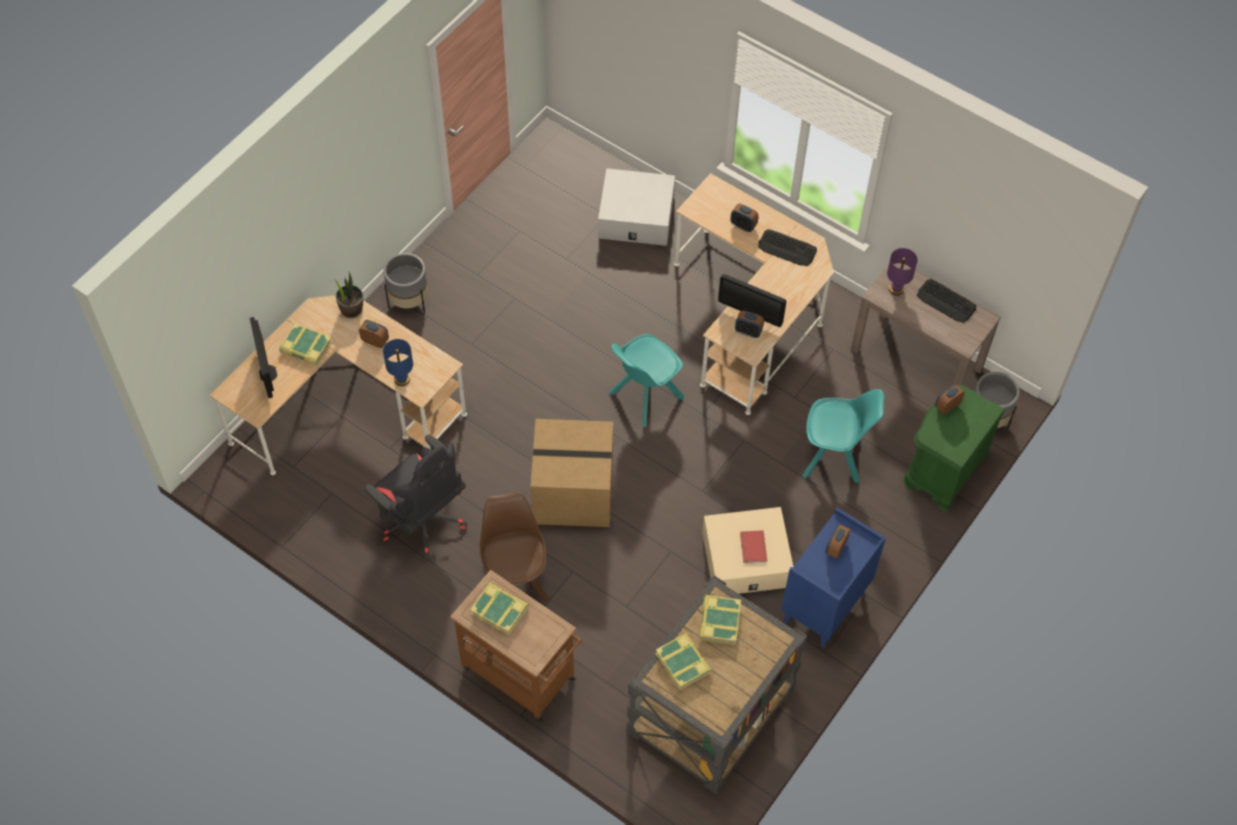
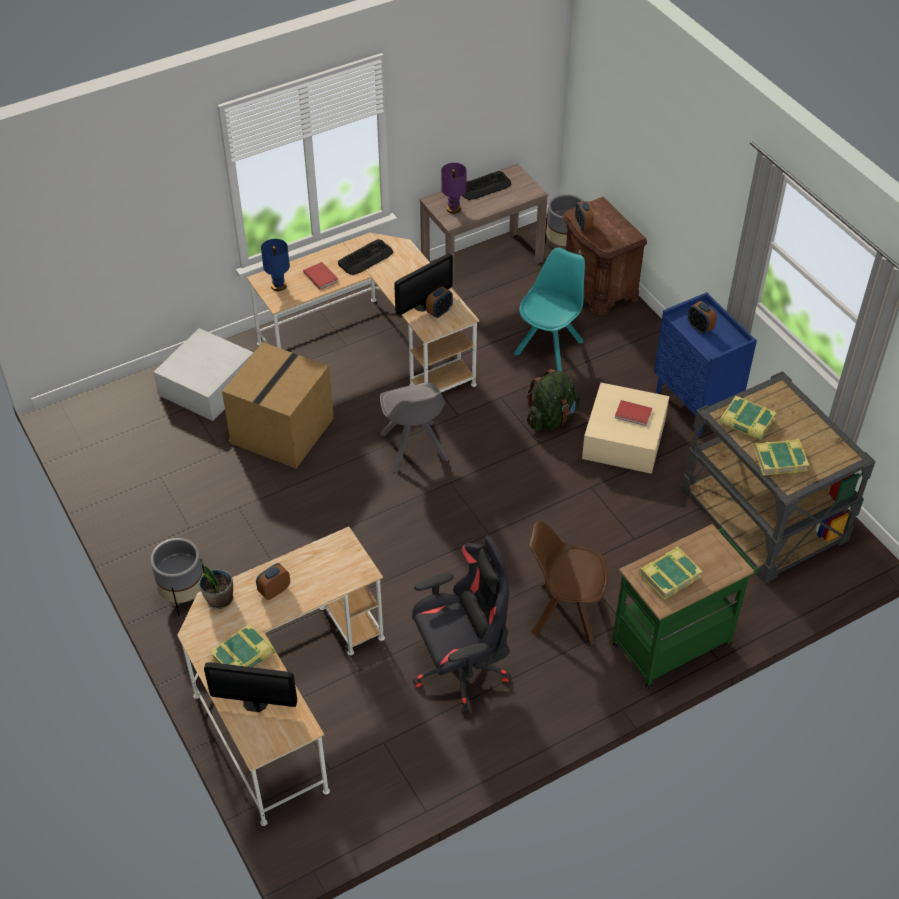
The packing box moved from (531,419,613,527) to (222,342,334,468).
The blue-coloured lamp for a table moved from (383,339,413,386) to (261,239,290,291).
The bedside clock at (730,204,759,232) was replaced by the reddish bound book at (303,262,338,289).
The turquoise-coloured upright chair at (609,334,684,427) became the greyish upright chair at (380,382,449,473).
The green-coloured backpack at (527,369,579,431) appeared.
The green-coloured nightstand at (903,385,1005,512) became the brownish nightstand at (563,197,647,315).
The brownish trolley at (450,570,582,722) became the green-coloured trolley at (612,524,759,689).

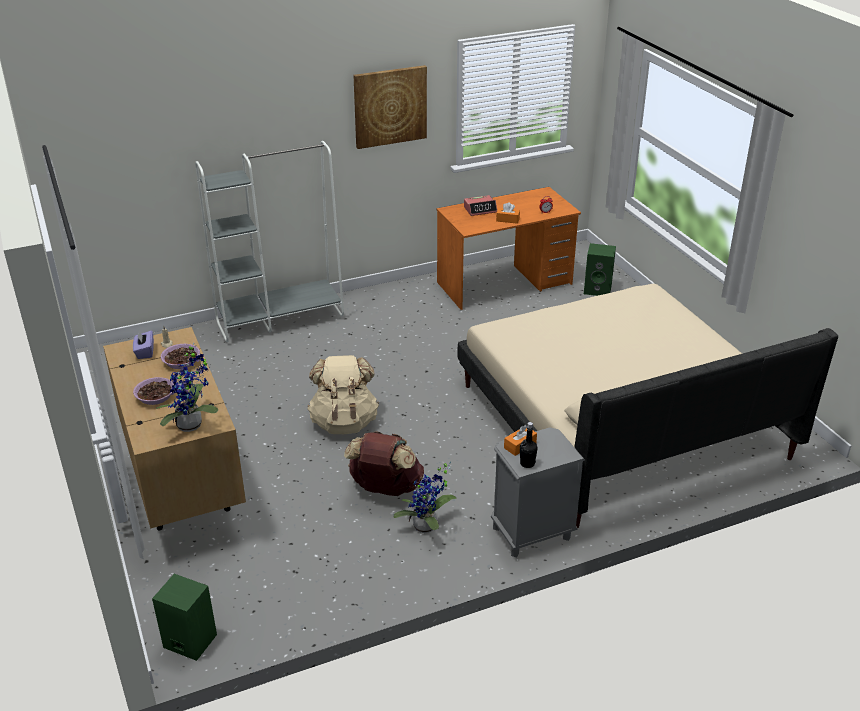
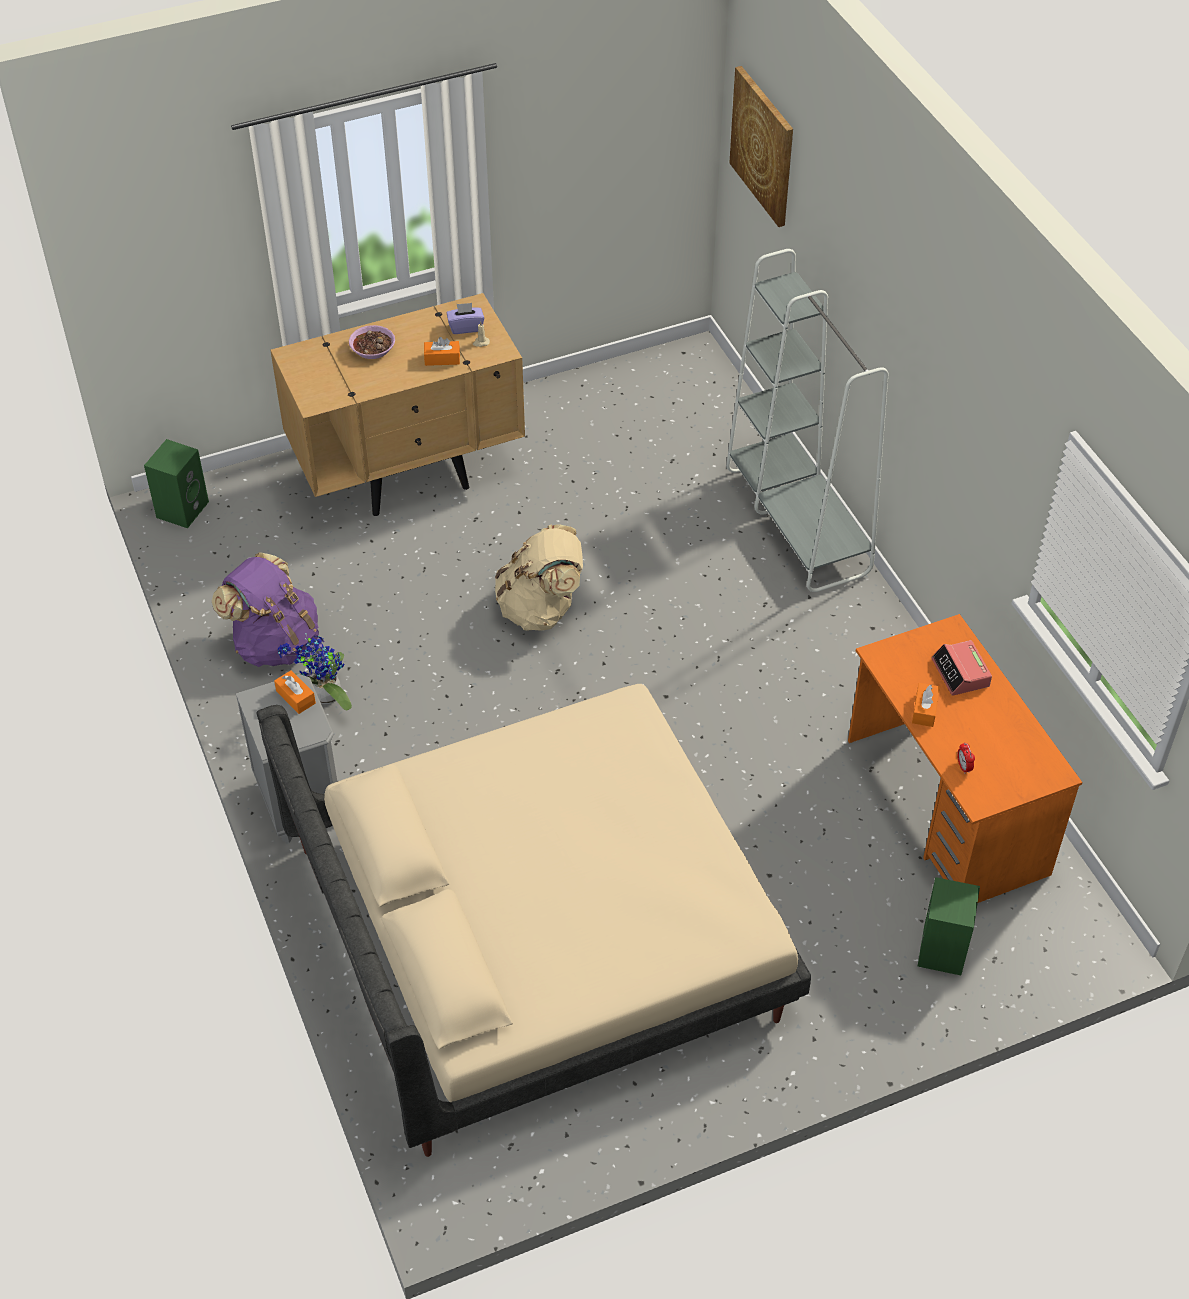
The purplish backpack at (212,552,319,667) appeared.
The serving bowl at (161,344,200,369) was replaced by the orange tissue box at (424,337,460,366).
The wall picture moved from (353,65,427,149) to (729,66,793,227).
The potted plant at (156,343,218,432) disappeared.
The brownish backpack at (344,431,424,496) disappeared.
The blackish beverage bottle at (520,422,538,468) disappeared.

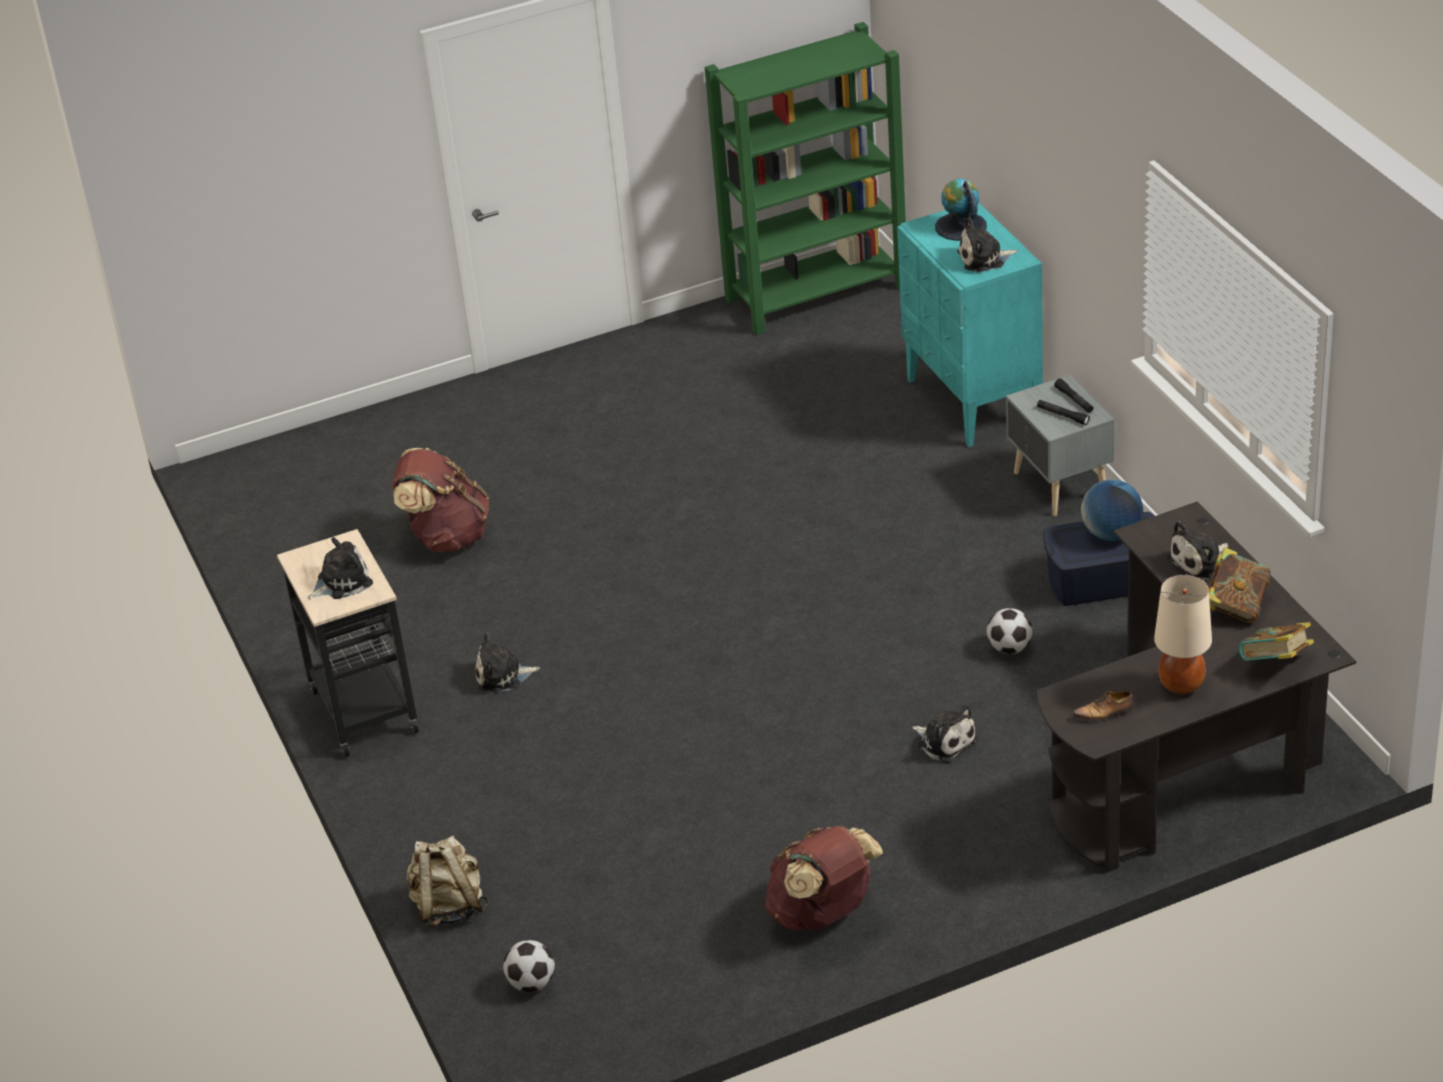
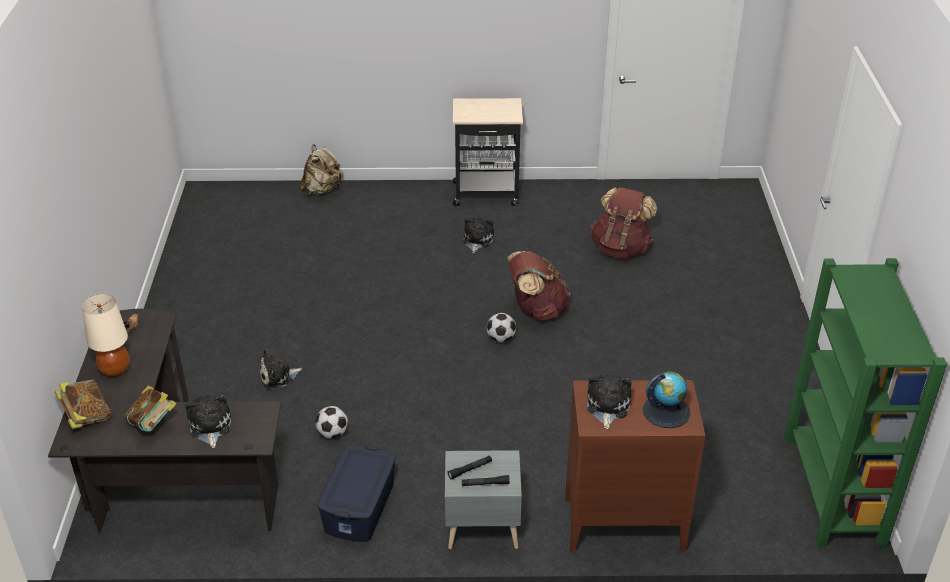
The football ball moved from (503,940,555,992) to (487,313,516,343).
The brownish backpack moved from (765,826,883,931) to (507,251,571,320).
The turquoise-coloured drawer chest at (897,202,1043,447) became the brownish drawer chest at (565,380,706,553).
The plush toy at (307,537,373,600) disappeared.
The world globe at (1081,479,1143,541) disappeared.

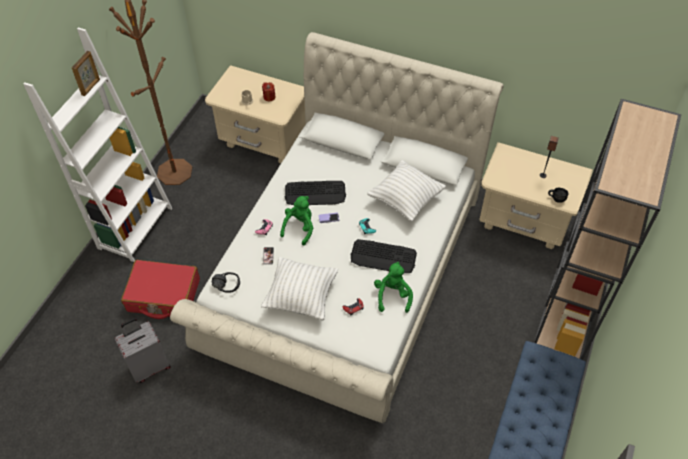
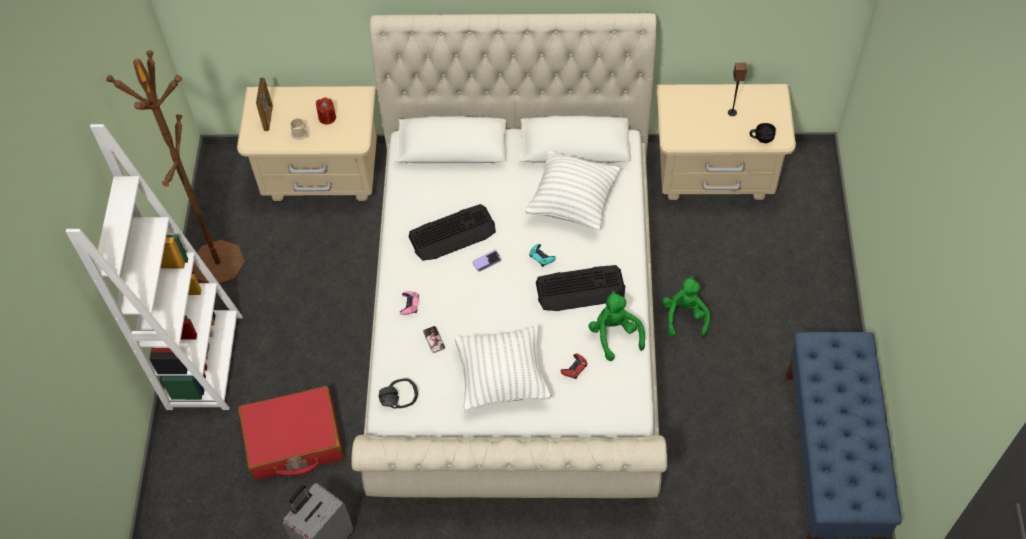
The picture frame moved from (72,51,100,96) to (256,77,273,131).
The green-coloured plush toy moved from (280,196,313,246) to (662,276,710,338).
The bookcase at (534,99,681,360) disappeared.

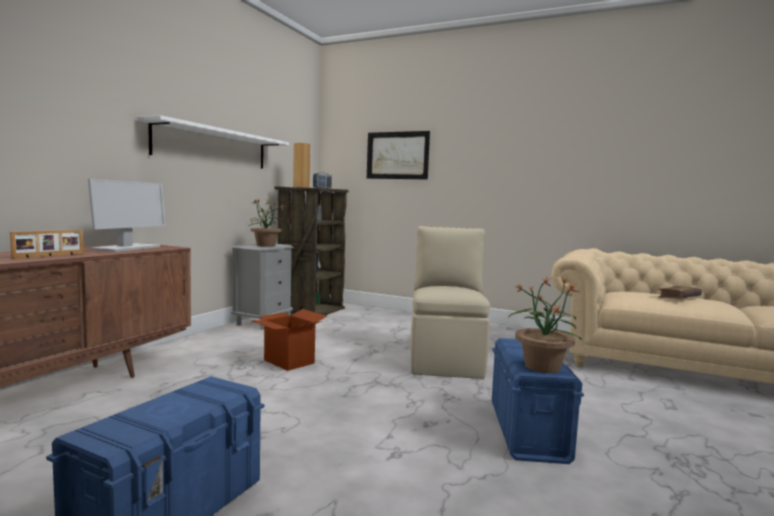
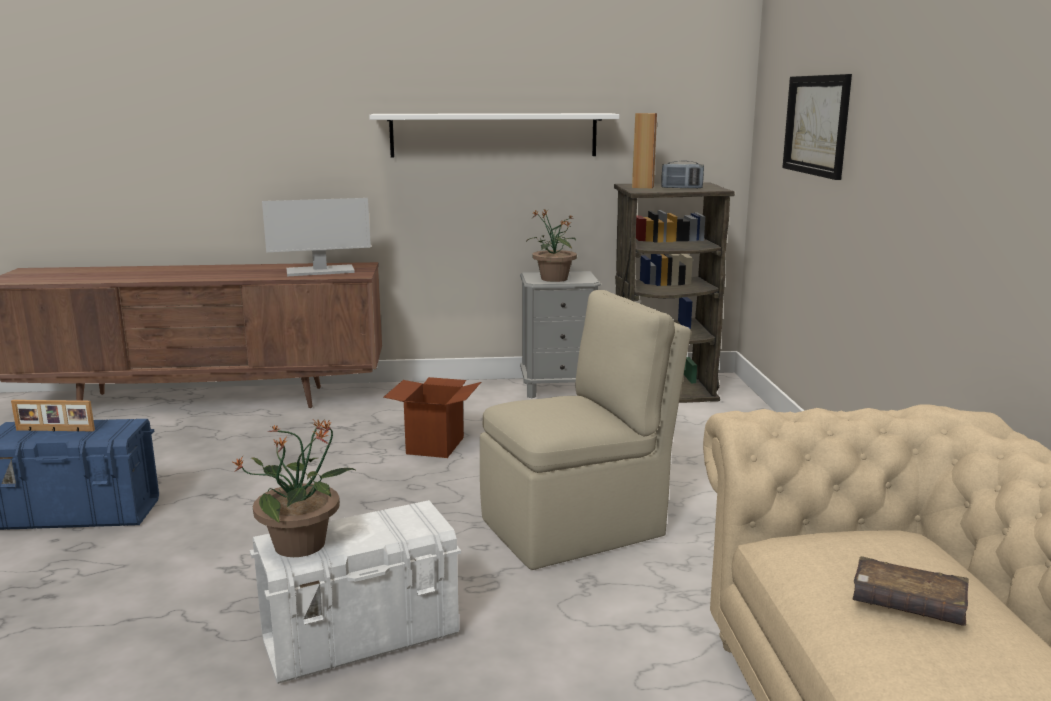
The picture frame moved from (10,230,84,259) to (11,400,95,432).
The blue-coloured storage box at (492,338,584,464) became the whitish storage box at (250,500,461,684).

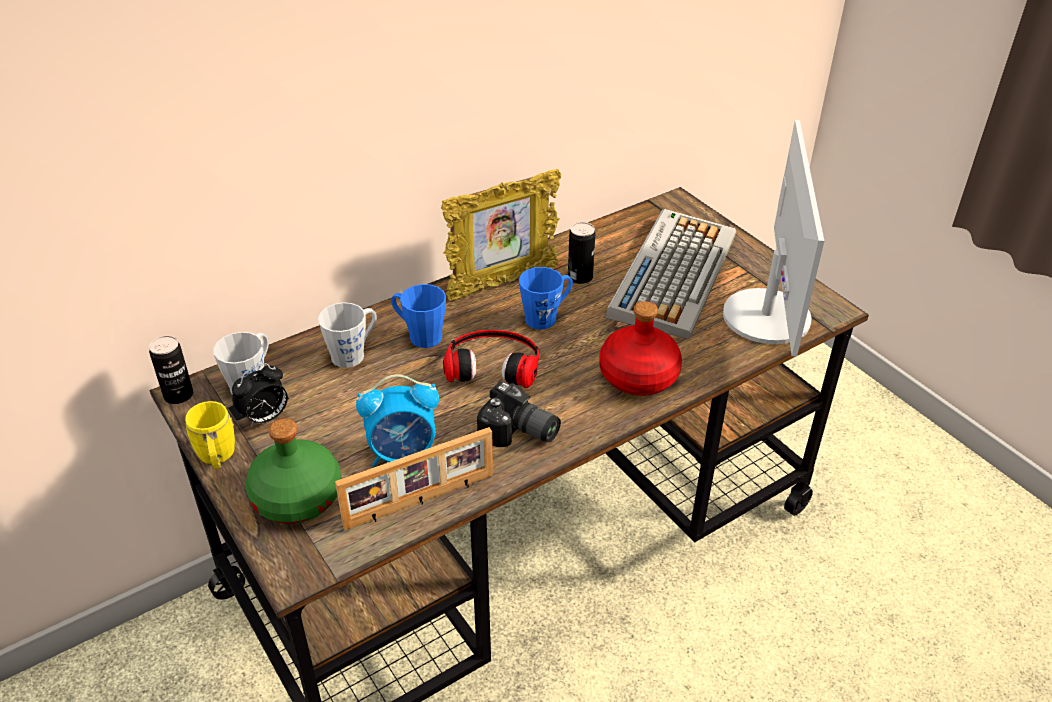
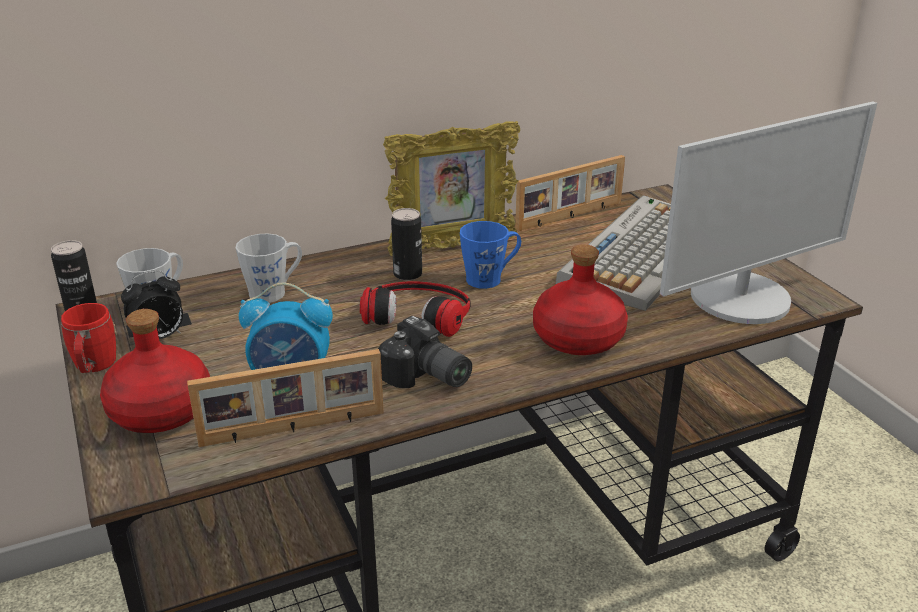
The yellowish coffee mug at (185,401,235,470) became the reddish coffee mug at (61,303,117,373).
The green-coloured beverage bottle at (245,419,341,524) became the reddish beverage bottle at (100,309,210,433).
The sealed can moved from (568,222,595,284) to (391,208,422,281).
The picture frame at (515,155,625,231) appeared.
The computer screen at (723,120,824,357) turned 45 degrees clockwise.
The blue-coloured coffee mug at (391,284,446,348) disappeared.

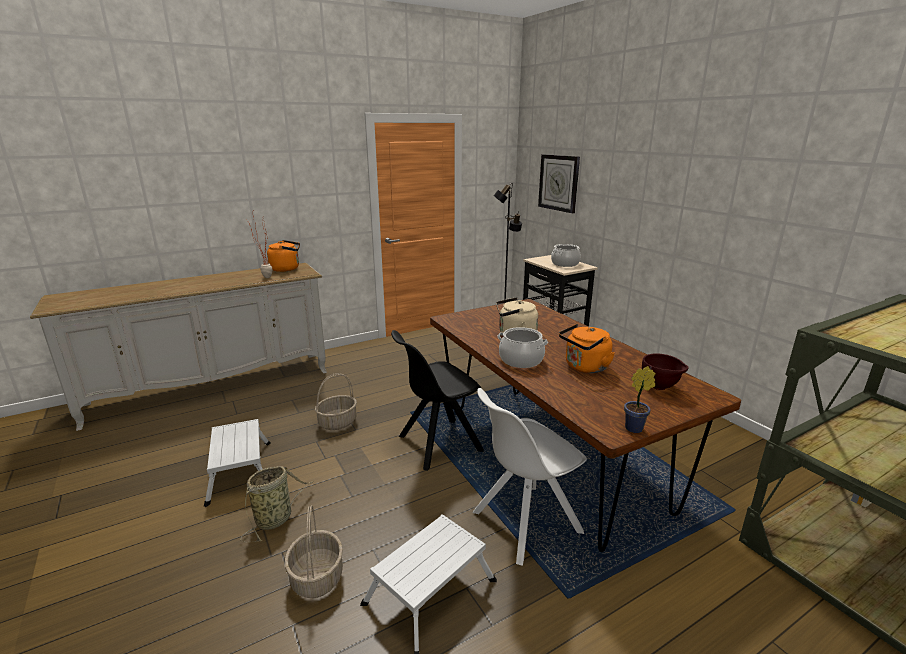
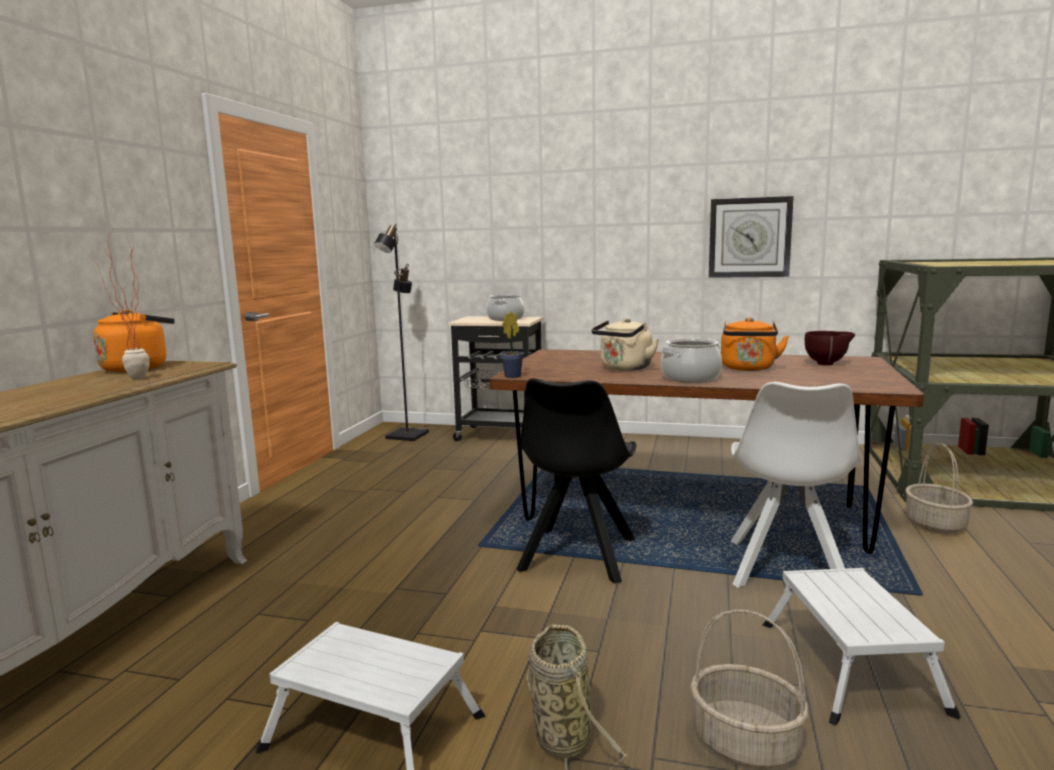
The potted plant moved from (624,366,655,433) to (500,311,524,378).
The wall clock moved from (538,154,580,213) to (709,196,794,278).
The household basket moved from (315,373,357,430) to (905,443,973,534).

